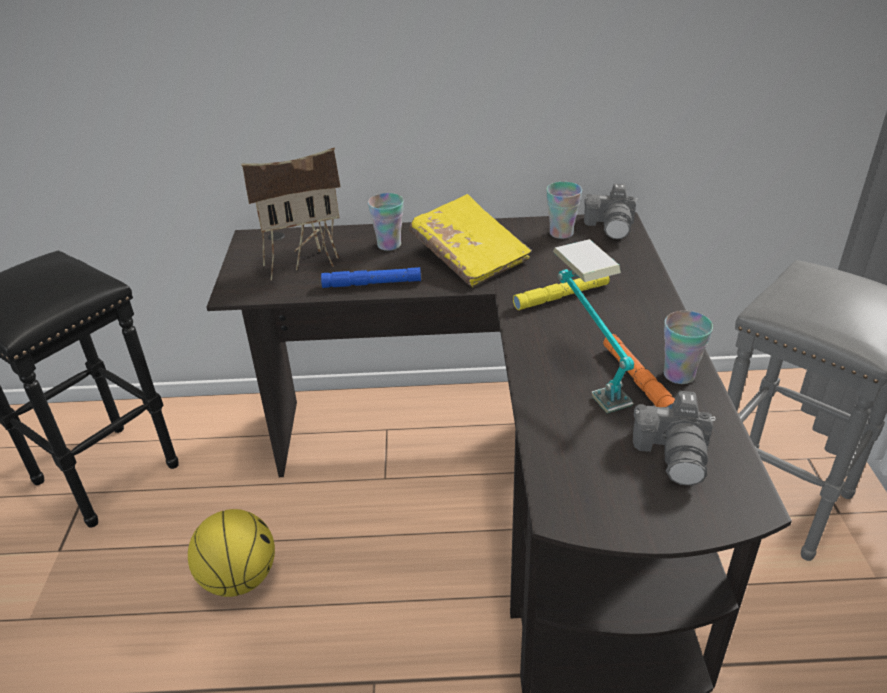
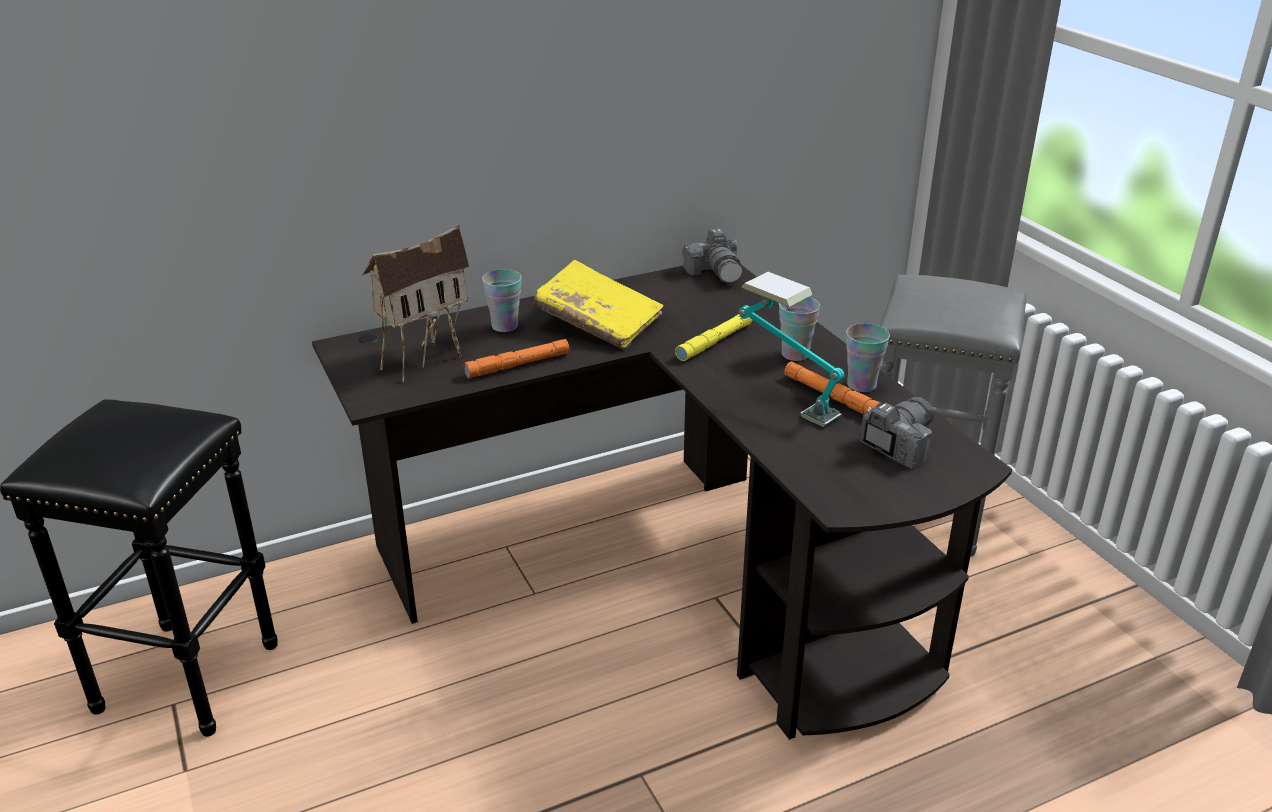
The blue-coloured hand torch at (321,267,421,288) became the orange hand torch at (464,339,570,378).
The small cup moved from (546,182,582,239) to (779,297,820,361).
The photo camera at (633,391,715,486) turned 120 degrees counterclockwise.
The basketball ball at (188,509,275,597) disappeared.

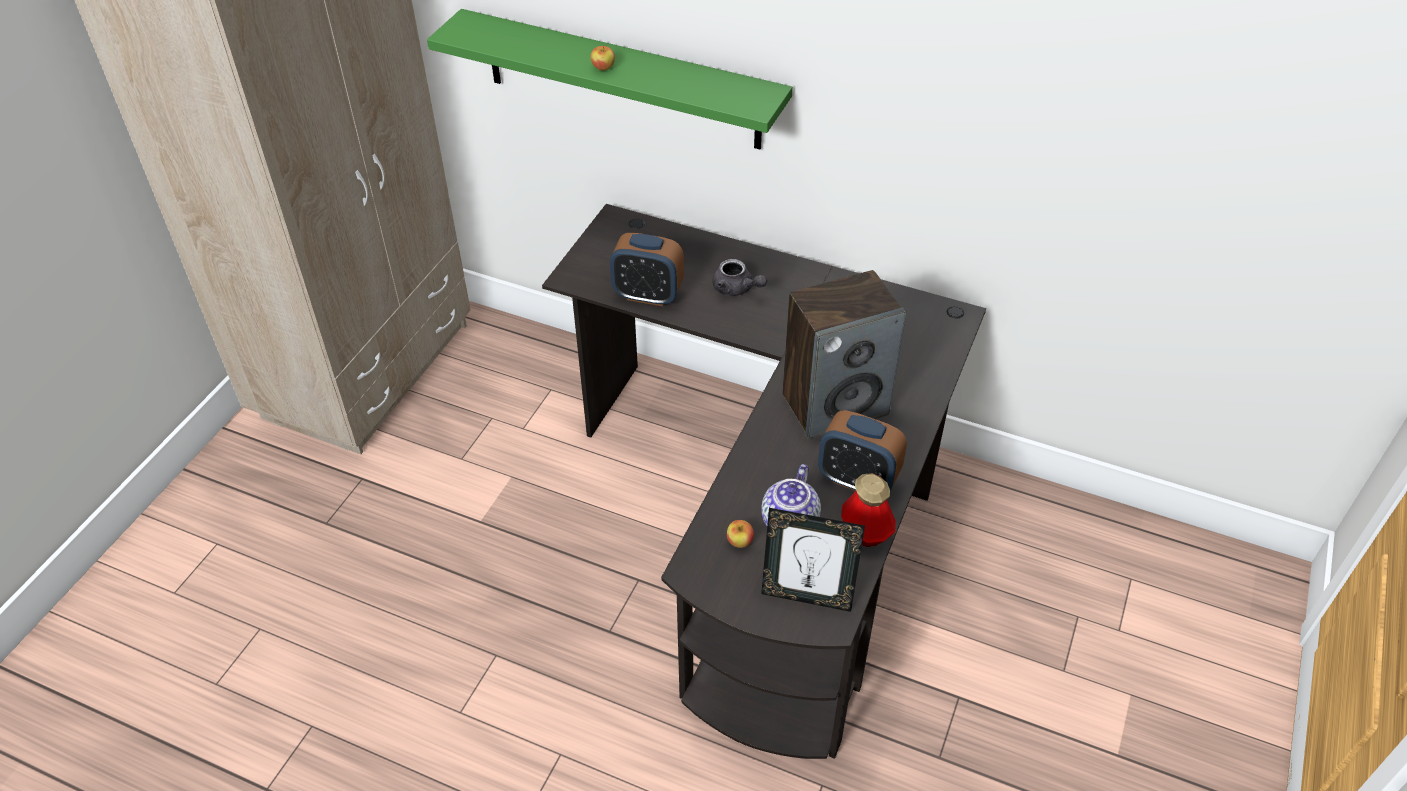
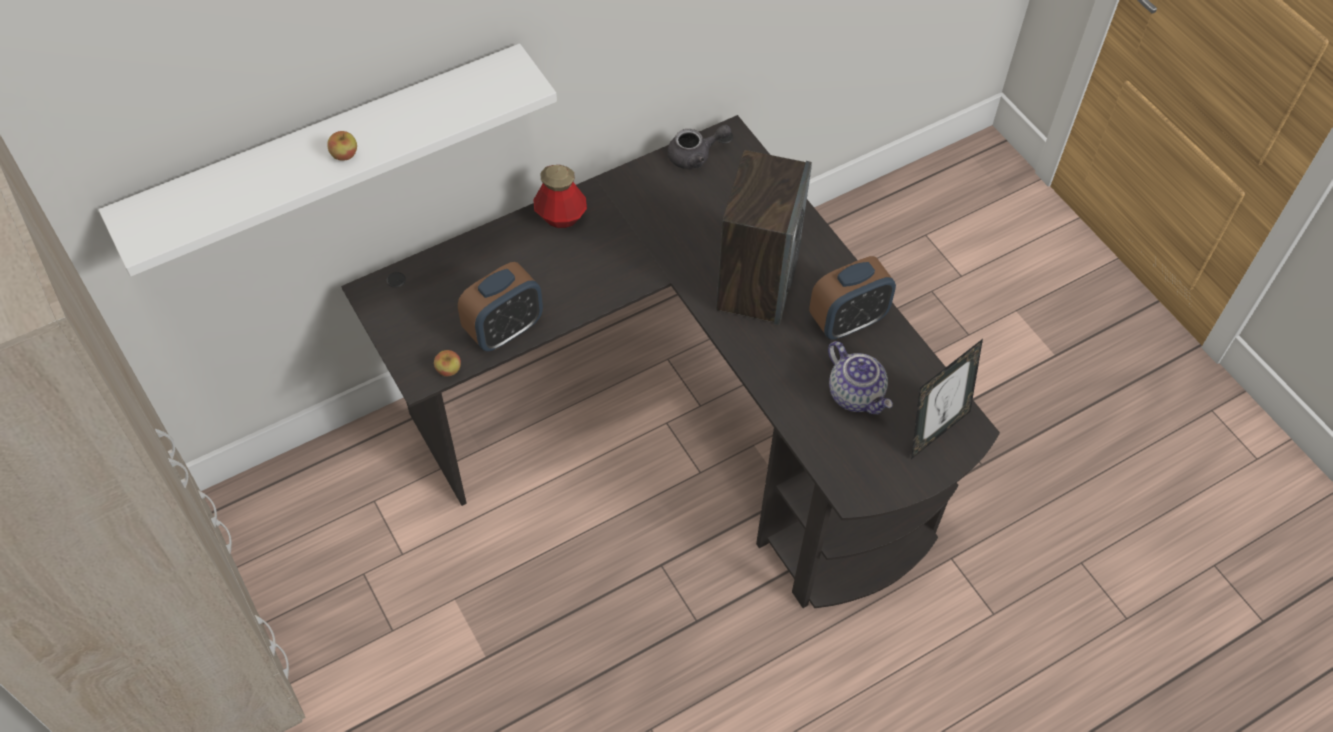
The green-coloured wall shelf at (427,9,793,149) became the whitish wall shelf at (99,44,557,277).
The apple fruit moved from (727,520,754,548) to (434,350,461,376).
The beverage bottle moved from (841,473,896,547) to (533,165,587,228).
The greyish tea pot moved from (712,259,767,296) to (668,124,731,169).

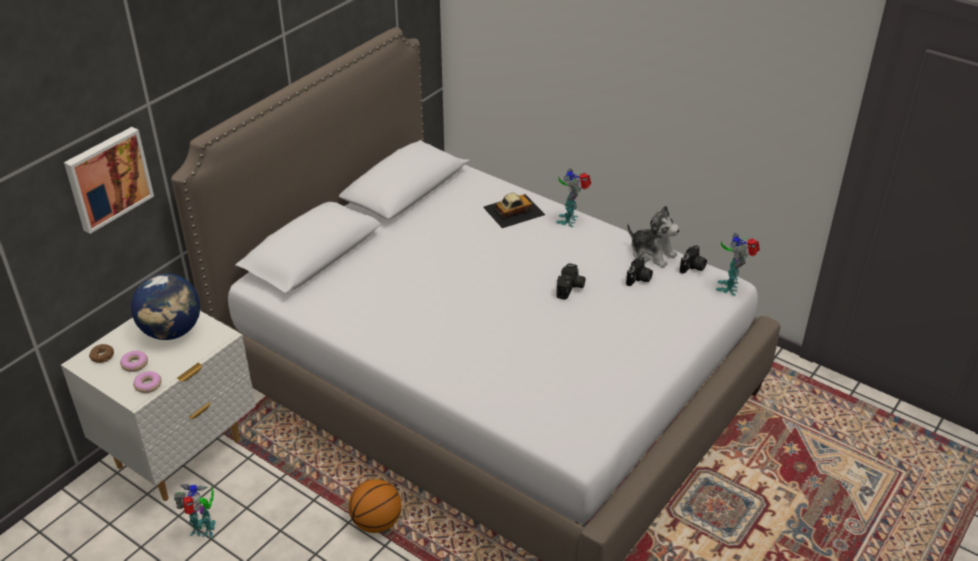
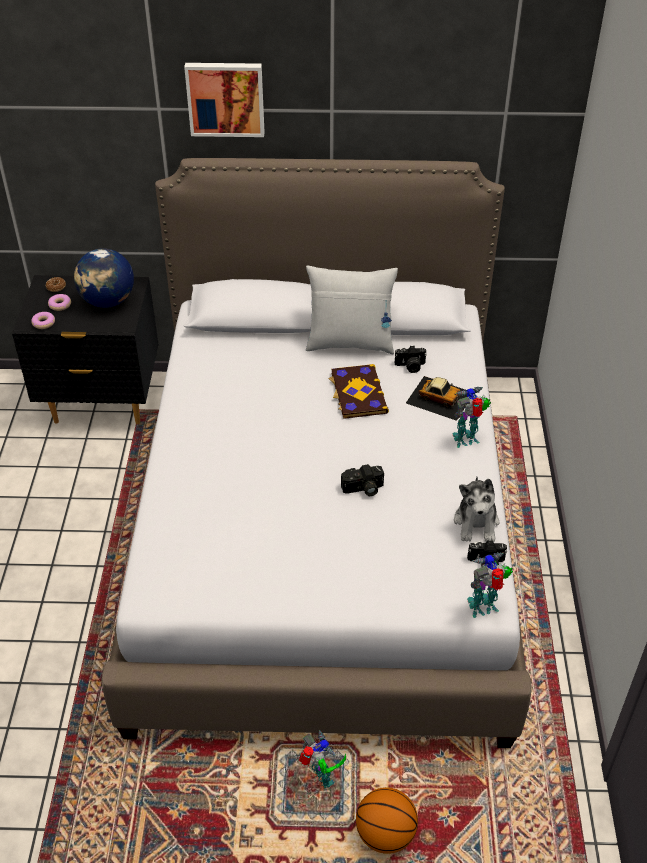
The whitish nightstand at (61,311,256,501) became the blackish nightstand at (12,275,159,424).
The wall picture moved from (64,127,154,234) to (184,63,265,137).
The toy robot moved from (174,484,216,538) to (299,730,346,789).
The greyish throw pillow at (306,266,398,354) appeared.
The bound book at (328,364,389,419) appeared.
The basketball ball moved from (349,479,402,533) to (356,787,418,854).
The photo camera moved from (626,256,653,286) to (395,345,427,373).

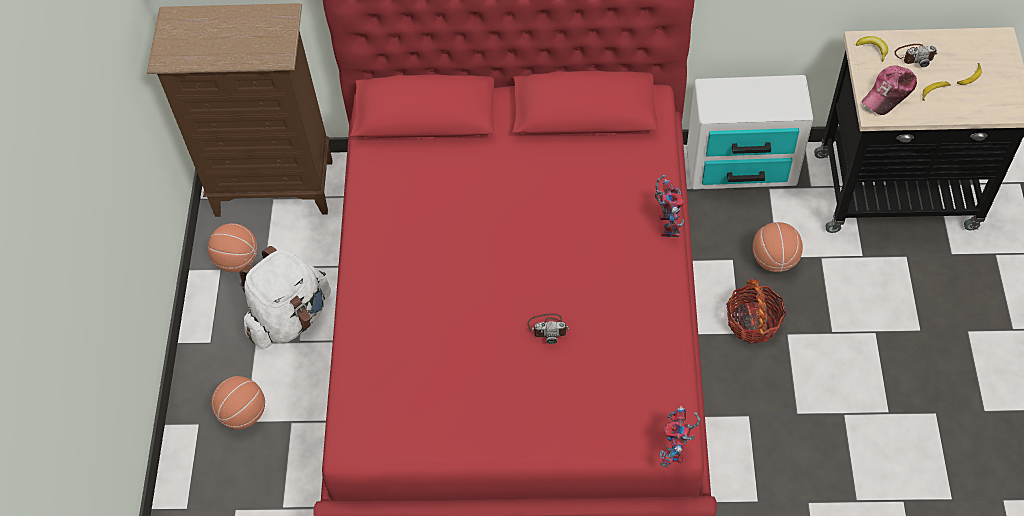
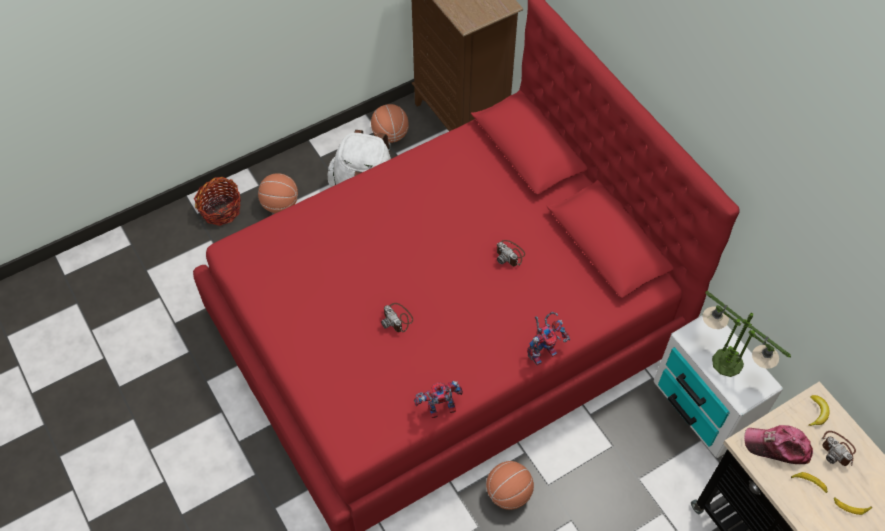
The household basket moved from (726,279,786,344) to (194,177,241,226).
The toy robot moved from (659,406,701,467) to (414,381,463,418).
The basketball ball moved from (753,222,803,272) to (486,461,534,510).
The photo camera at (496,240,525,266) appeared.
The lamp for a table at (703,291,791,377) appeared.

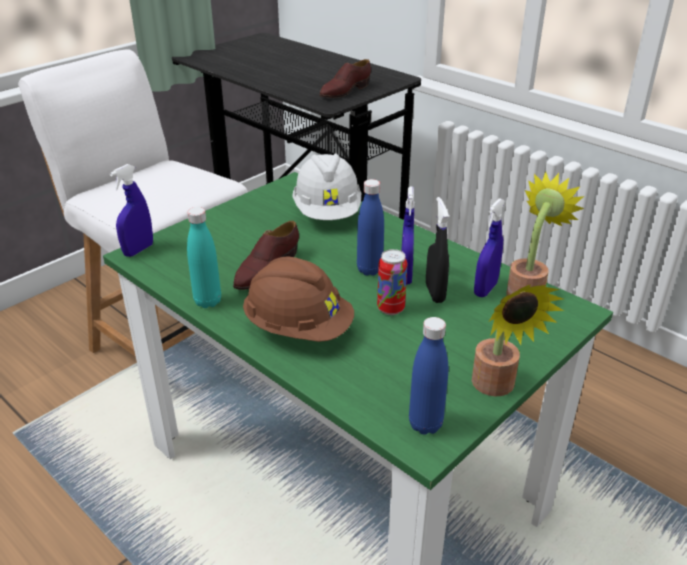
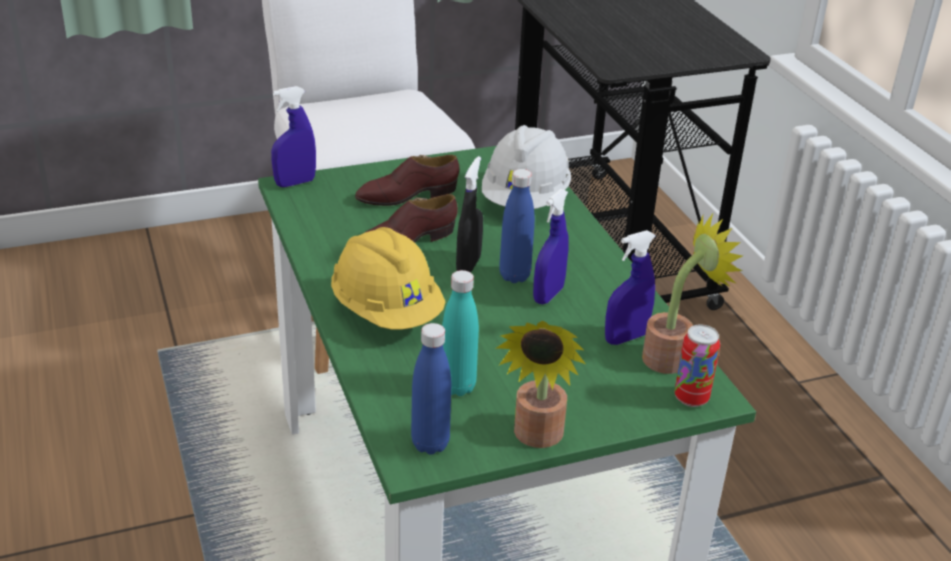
The brownish work helmet at (243,256,354,342) became the yellowish work helmet at (331,227,445,330).
The brownish low shoe moved from (319,59,371,98) to (355,155,459,206).
The turquoise-coloured beverage bottle moved from (187,207,221,308) to (442,270,479,396).
The blackish spray bottle moved from (426,197,449,303) to (456,156,483,273).
The sealed can moved from (377,249,407,315) to (675,324,720,407).

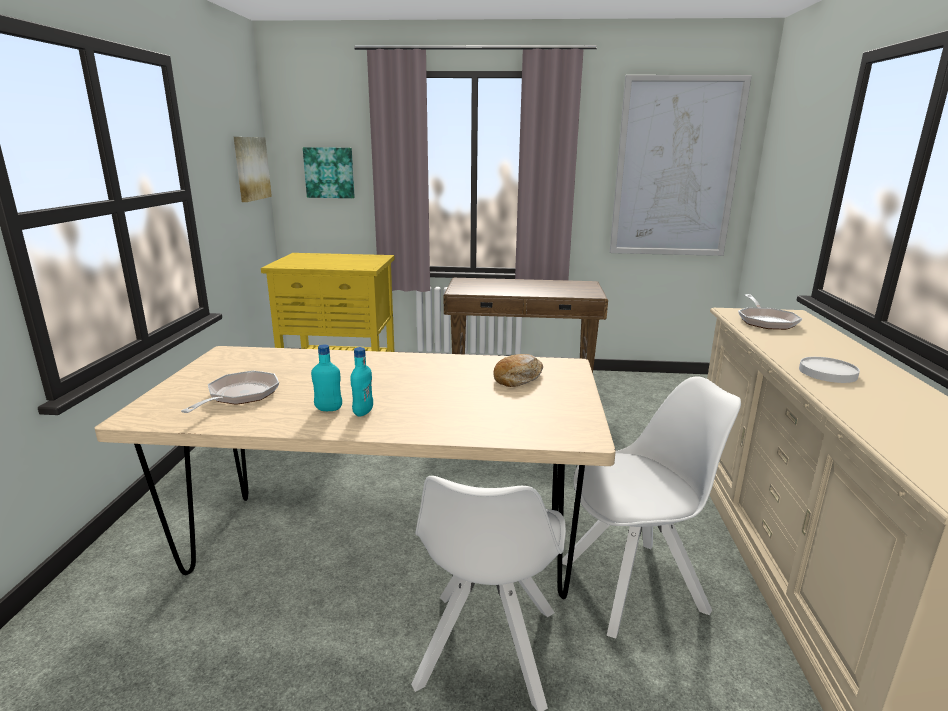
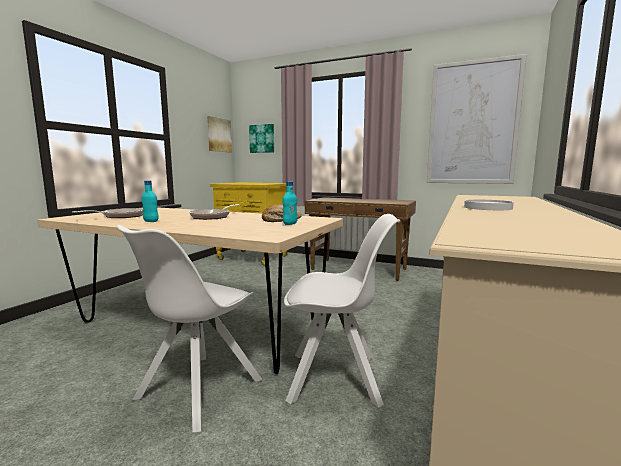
The skillet moved from (738,294,802,330) to (189,204,239,220).
The turquoise-coloured beverage bottle moved from (350,347,373,417) to (283,181,297,225).

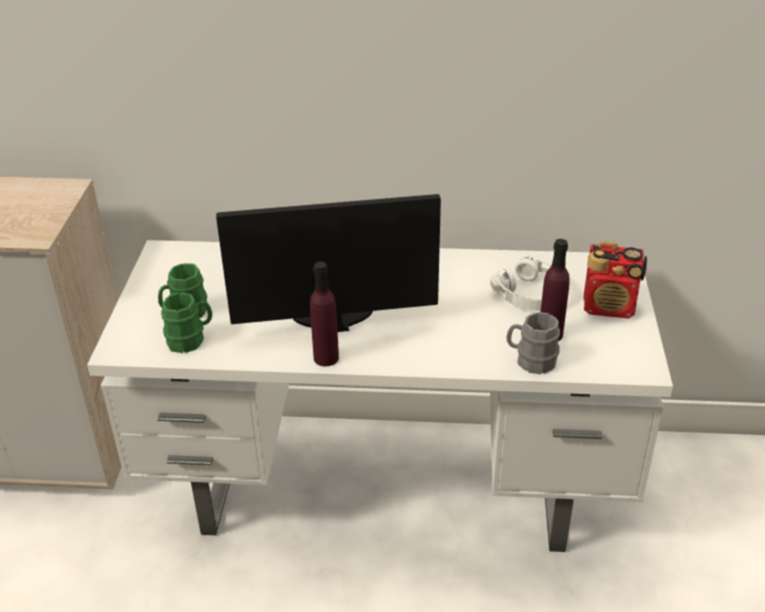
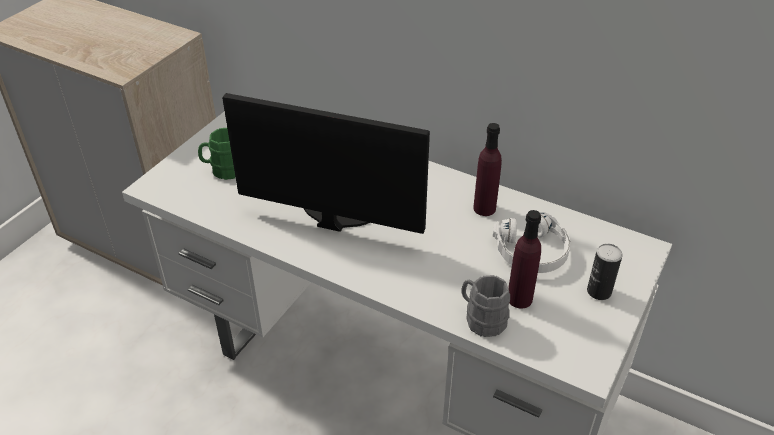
The purplish beverage bottle moved from (310,262,339,366) to (473,123,502,216).
The radio set at (584,241,647,319) was replaced by the sealed can at (587,244,623,300).
The green-coloured coffee mug at (161,293,212,353) disappeared.

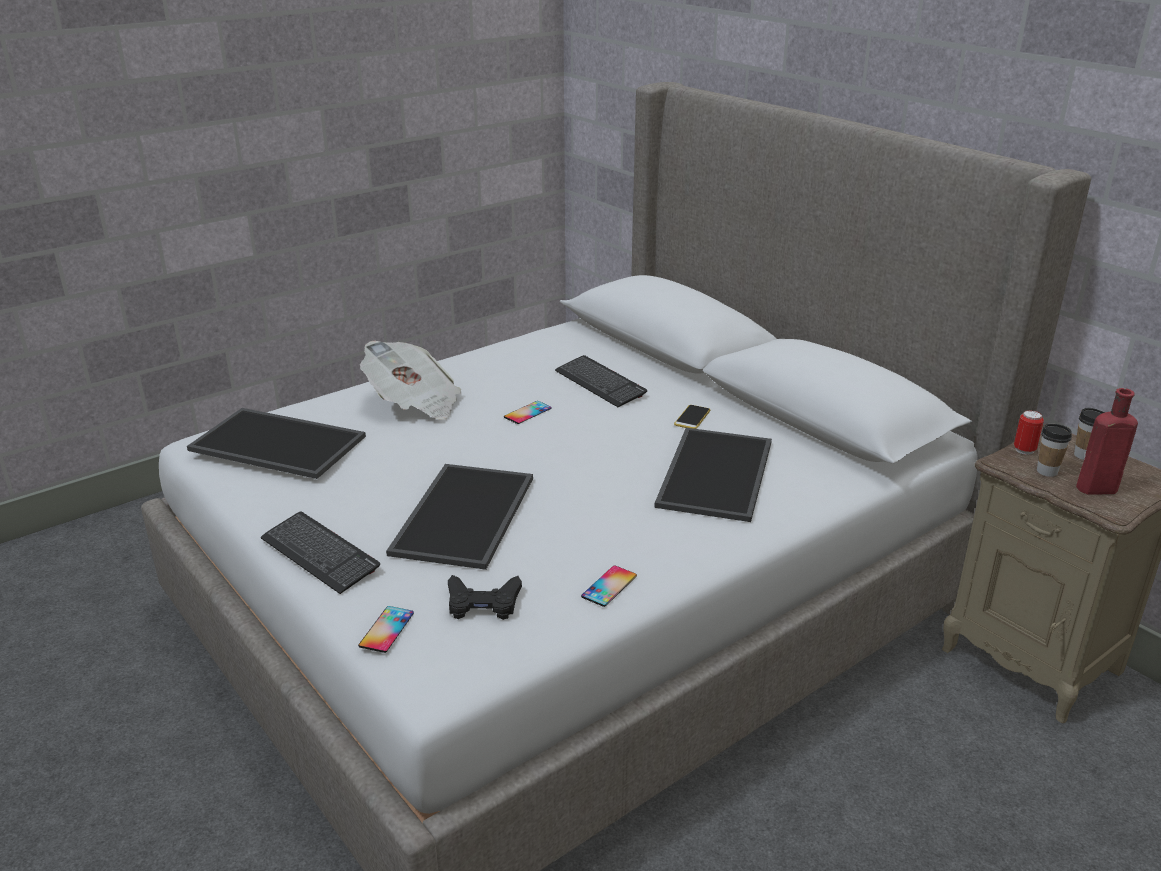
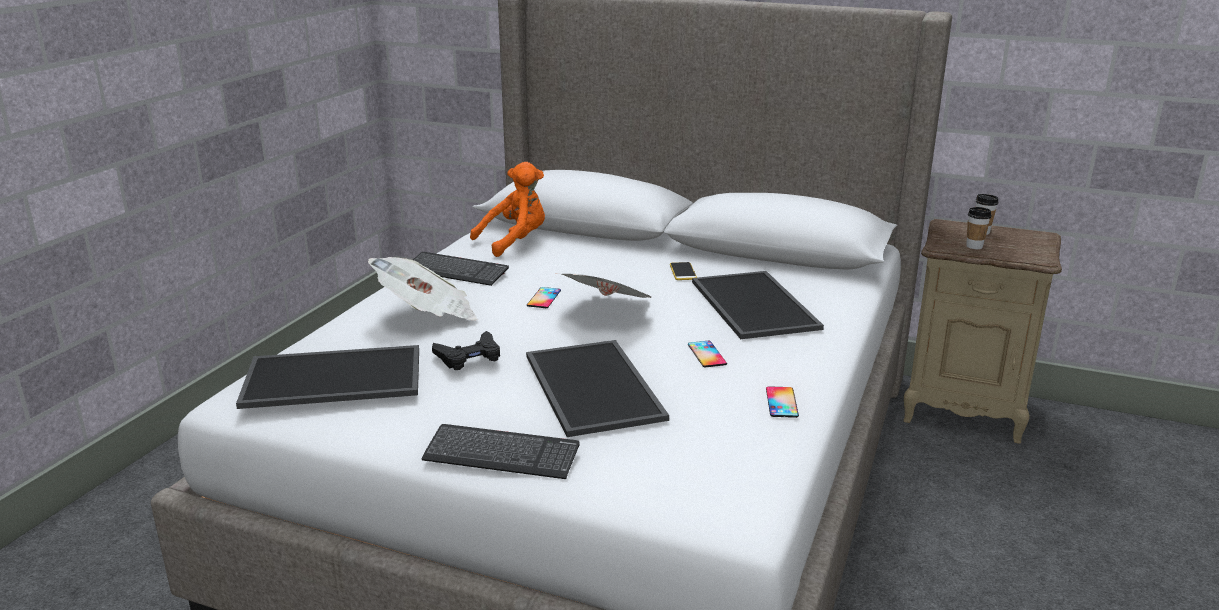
The computer keyboard moved from (555,355,647,407) to (413,252,509,286).
The blackish joypad moved from (448,575,522,620) to (432,331,500,370).
The orange plush toy at (470,162,545,257) appeared.
The daily paper at (555,273,653,298) appeared.
The phone moved from (358,606,414,653) to (688,341,727,367).
The sealed can at (1014,410,1044,455) disappeared.
The reddish beverage bottle at (1076,388,1138,495) disappeared.

